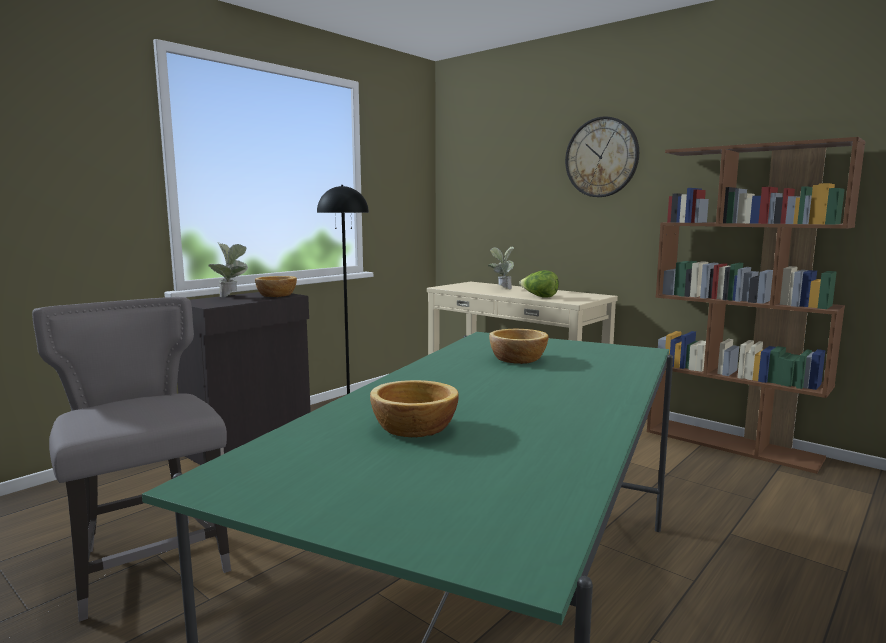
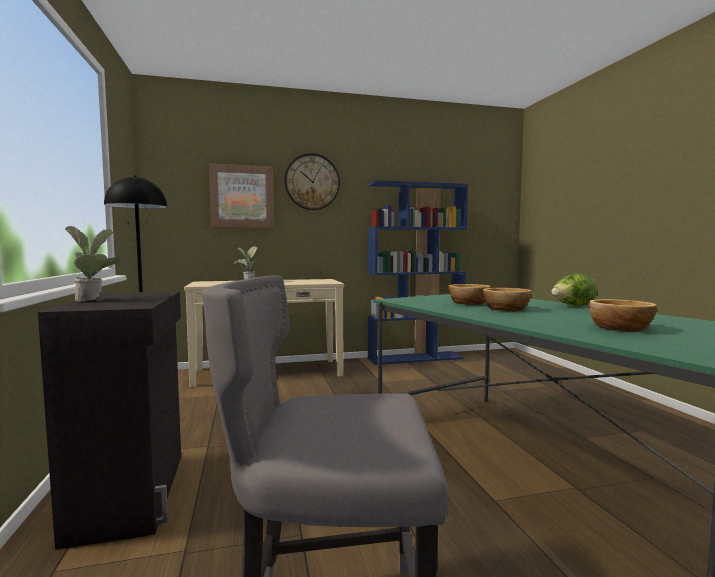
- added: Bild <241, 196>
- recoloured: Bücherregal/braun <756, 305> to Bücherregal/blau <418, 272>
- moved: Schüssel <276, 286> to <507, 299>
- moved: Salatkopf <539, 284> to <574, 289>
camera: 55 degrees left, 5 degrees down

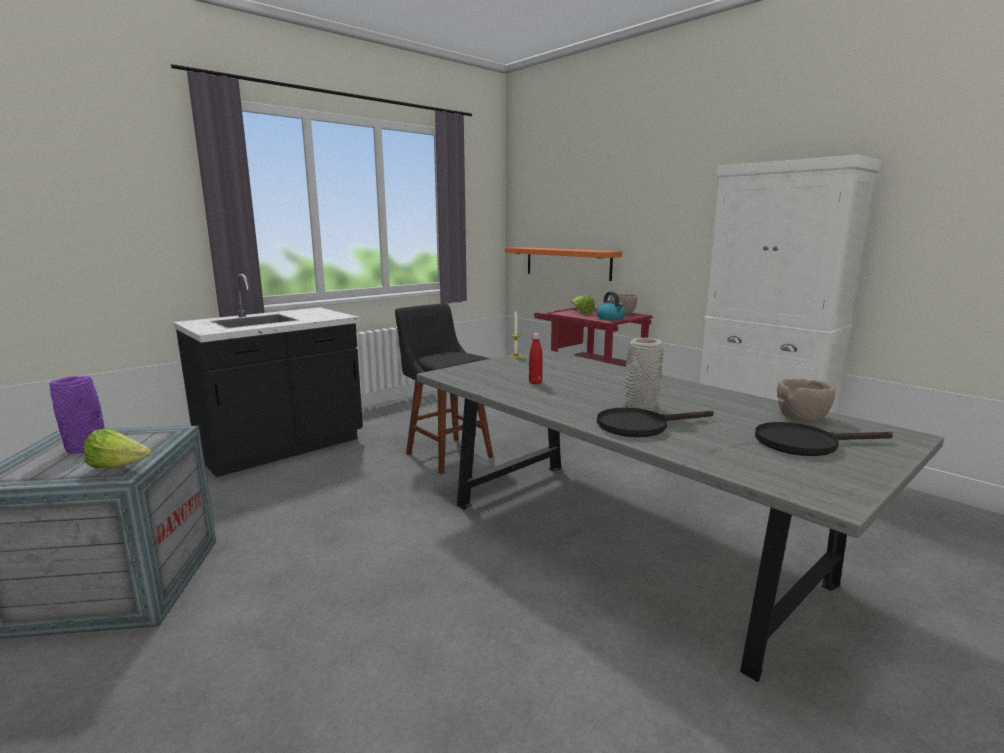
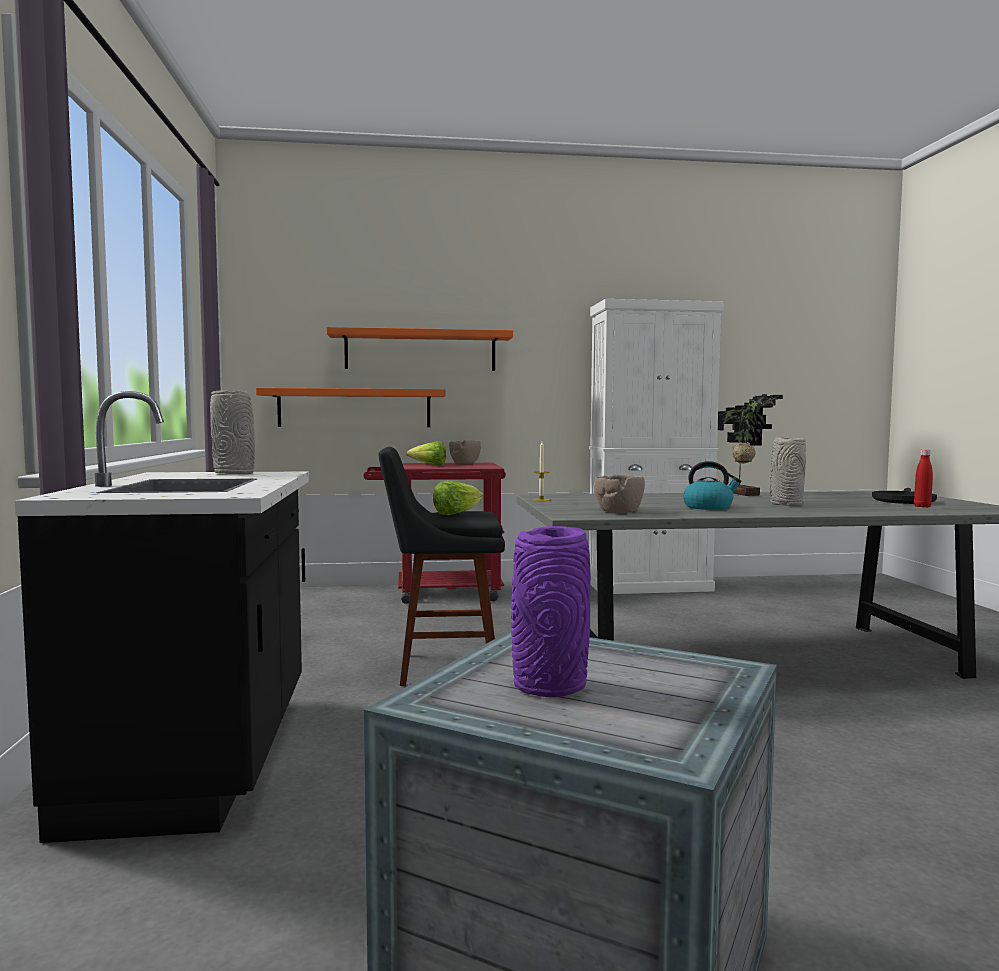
- added: Vase/grau <232, 432>
- added: Wandregal/orange <419, 349>
- moved: Salatkopf <117, 448> to <458, 497>
- moved: Schüssel/braun <806, 400> to <619, 494>
- moved: Wasserkessel <610, 306> to <712, 485>
- added: Topfpflanze <750, 445>
- moved: Flasche/rot <536, 358> to <923, 478>
- removed: Pfanne/schwarz <655, 422>
camera: 55 degrees left, 10 degrees down

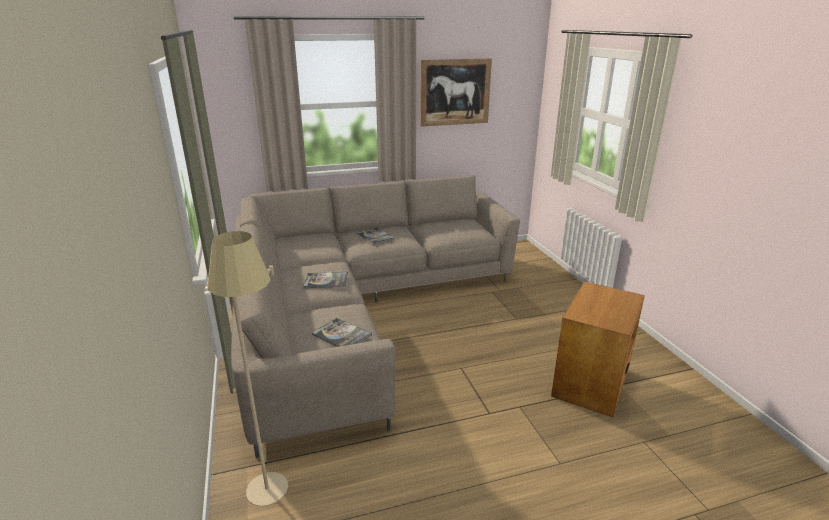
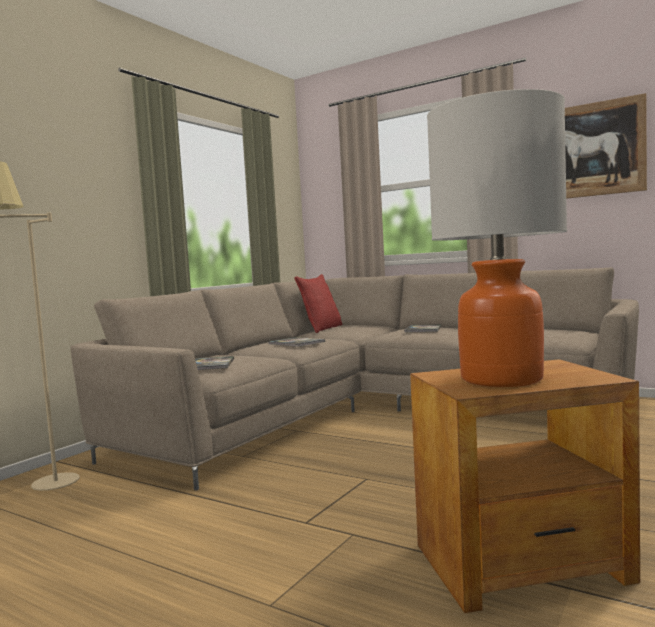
- added: Kissen/rot <318, 303>
- added: Tischlampe <497, 238>
camera: 50 degrees right, 20 degrees down

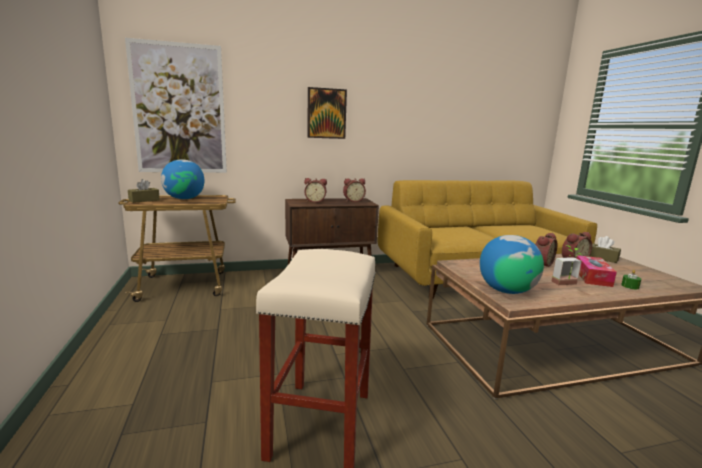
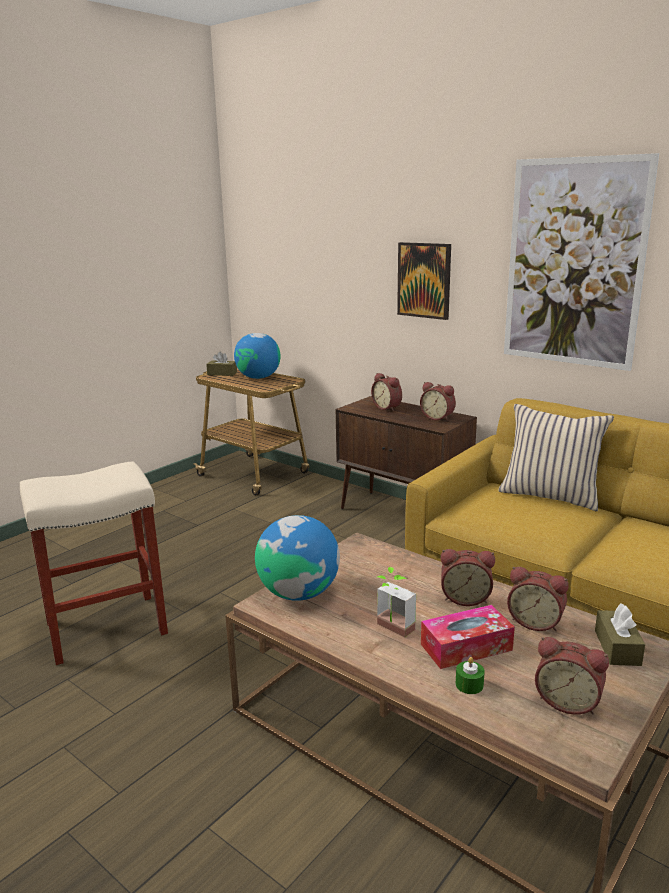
- added: Kissen/beige <556, 457>
- moved: Bild <176, 105> to <581, 262>
- added: Wecker <572, 675>
camera: 55 degrees right, 5 degrees up

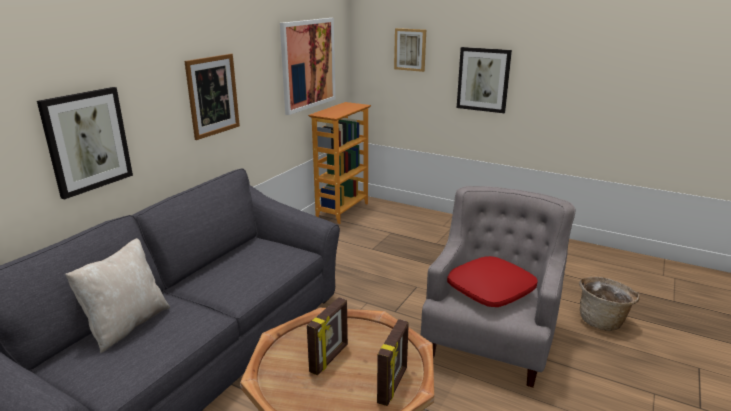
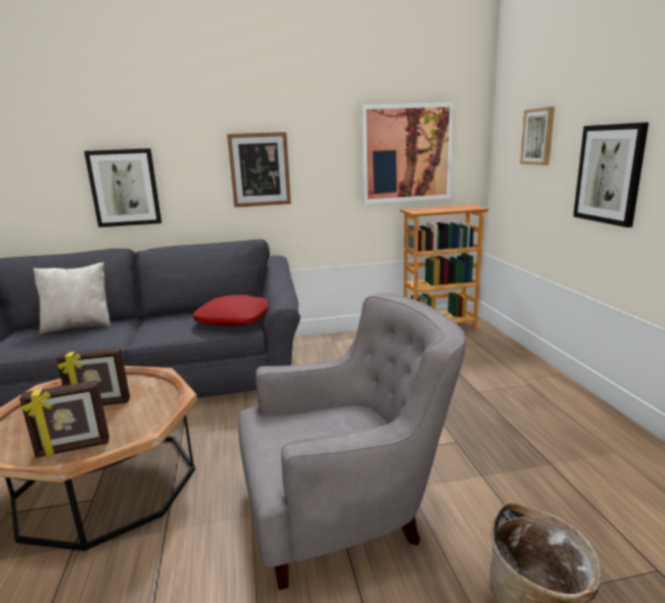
- moved: Kissen/rot <492, 281> to <230, 310>
camera: 50 degrees right, 5 degrees down

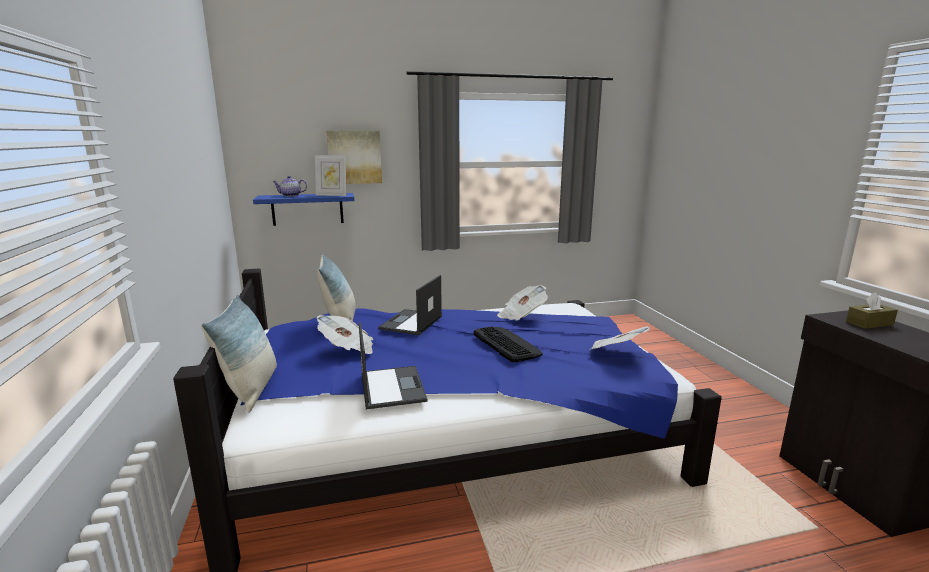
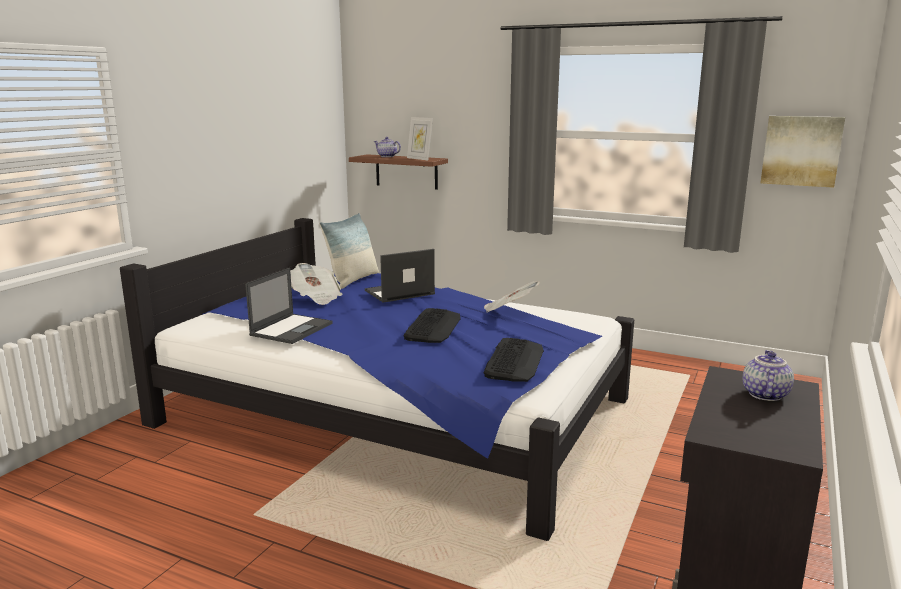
- recoloured: Wandregal/blau <303, 209> to Wandregal/braun <398, 172>
- replaced: Zeitung <620, 338> to Tastatur <514, 360>
- replaced: Taschentuchbox/braun <872, 311> to Teekanne <768, 375>
- moved: Bild <354, 157> to <802, 152>
- removed: Kissen <239, 353>
camera: 40 degrees right, 0 degrees up

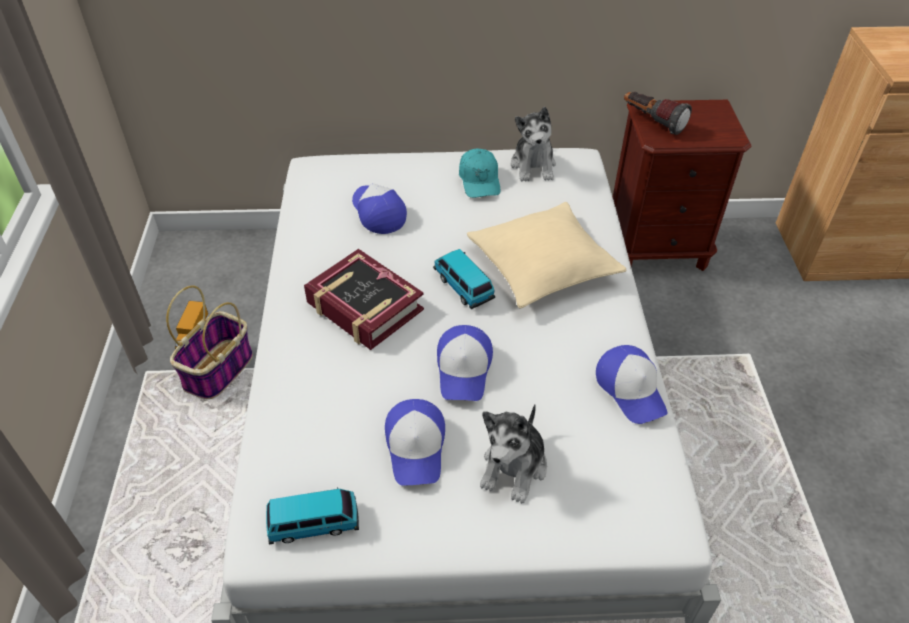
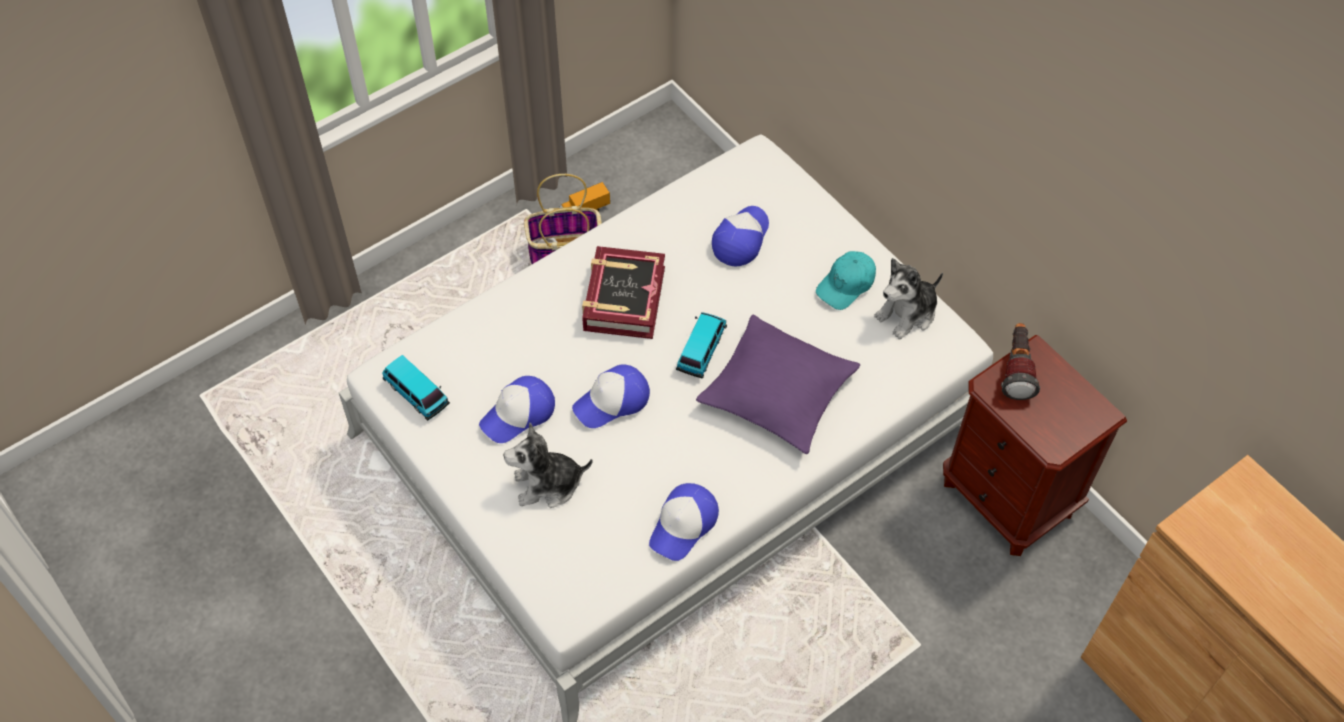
- recoloured: Kissen/beige <546, 255> to Kissen/lila <778, 384>
camera: 55 degrees right, 10 degrees up

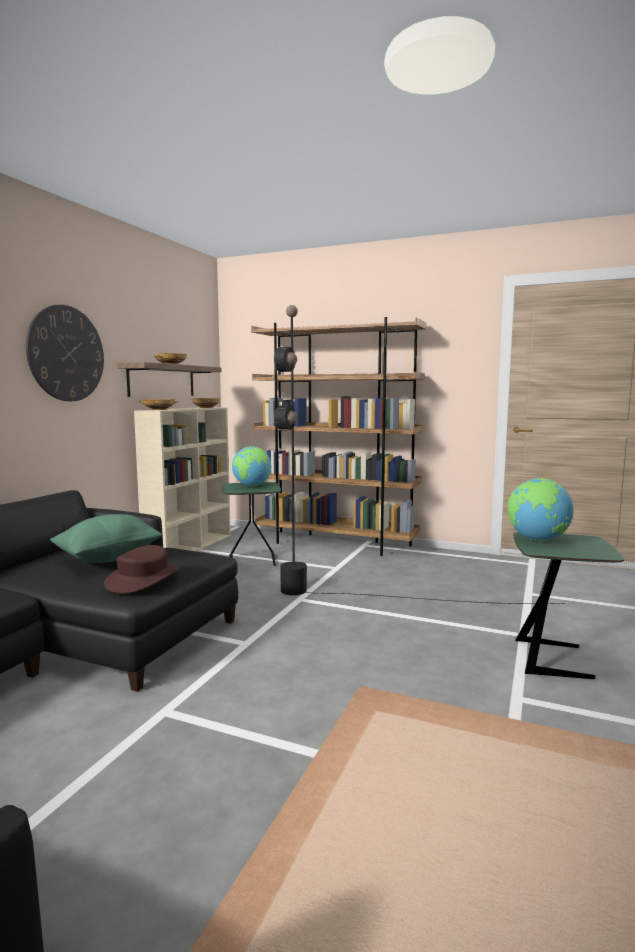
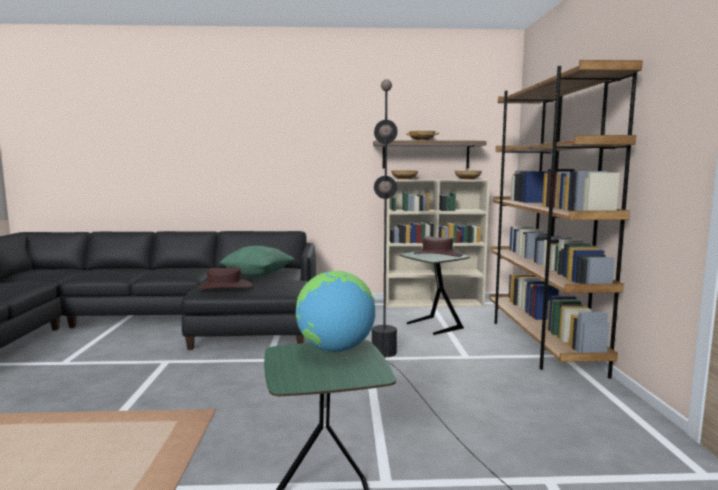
- replaced: Globus <252, 466> to Hut/braun <438, 246>
- removed: Wanduhr <65, 353>
camera: 65 degrees right, 0 degrees up

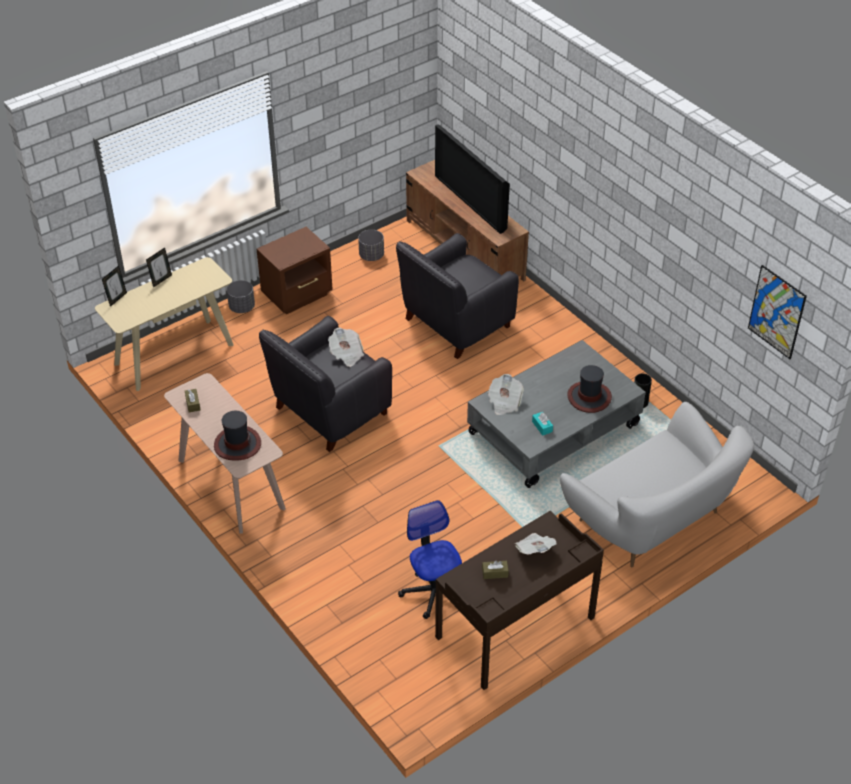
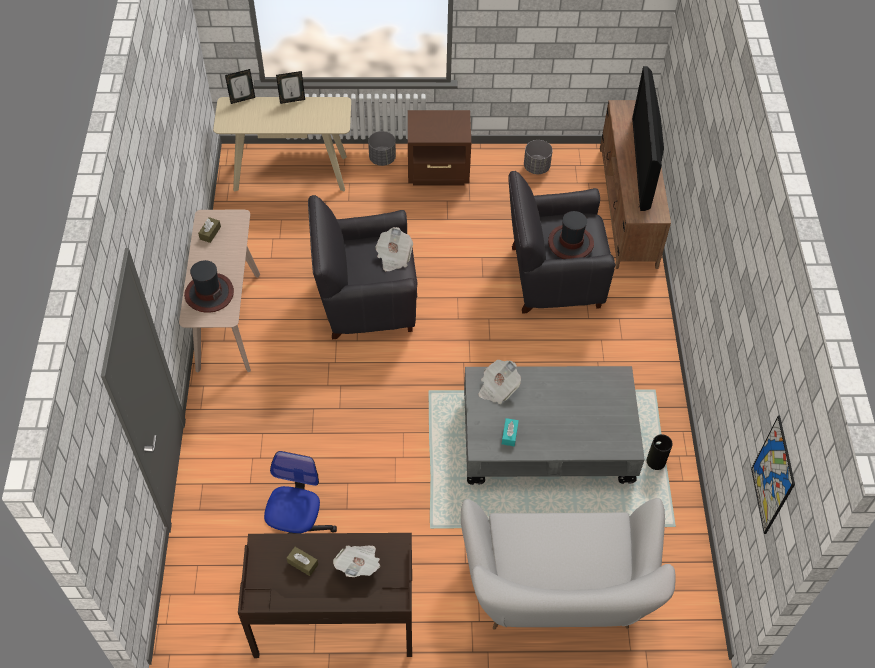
- moved: Hut <589, 389> to <571, 235>
camera: 35 degrees right, 10 degrees up

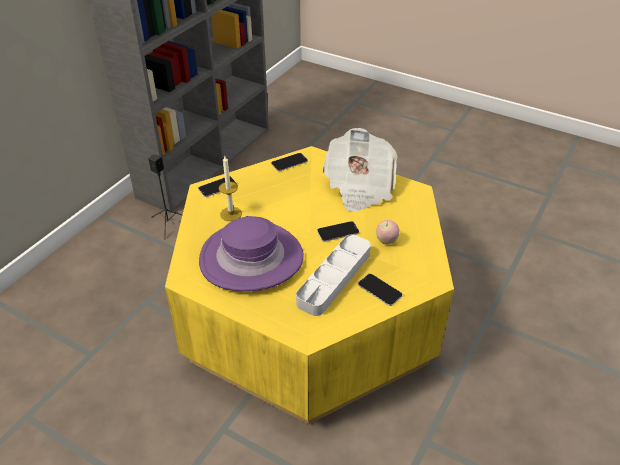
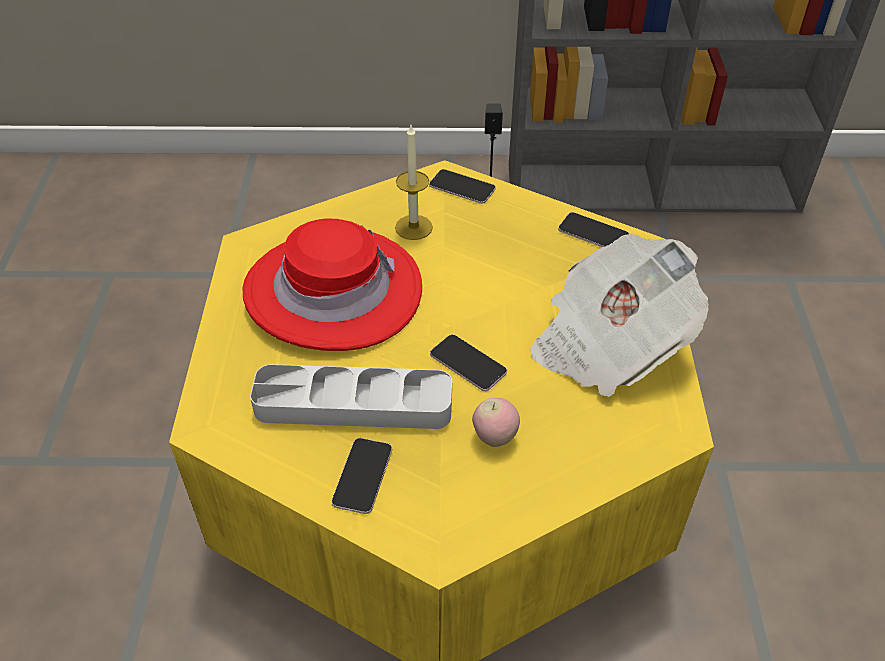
- recoloured: Hut/lila <251, 254> to Hut/rot <332, 285>
camera: 60 degrees right, 5 degrees up

